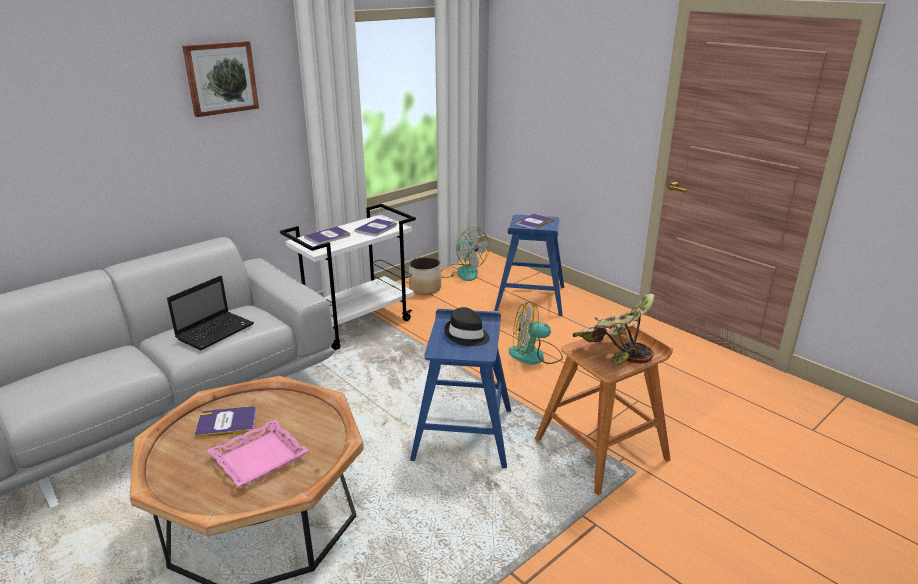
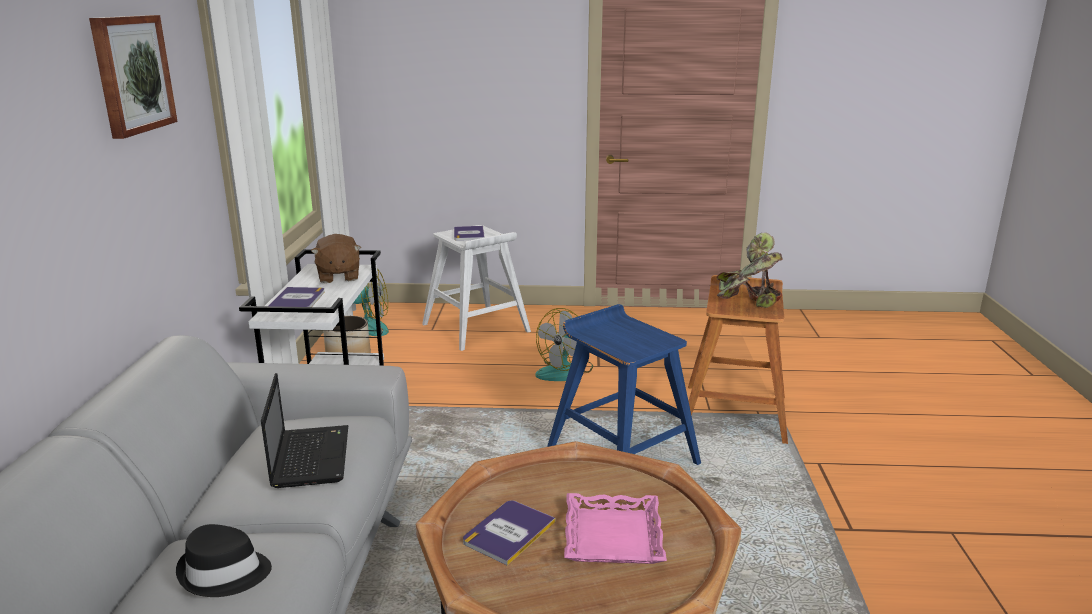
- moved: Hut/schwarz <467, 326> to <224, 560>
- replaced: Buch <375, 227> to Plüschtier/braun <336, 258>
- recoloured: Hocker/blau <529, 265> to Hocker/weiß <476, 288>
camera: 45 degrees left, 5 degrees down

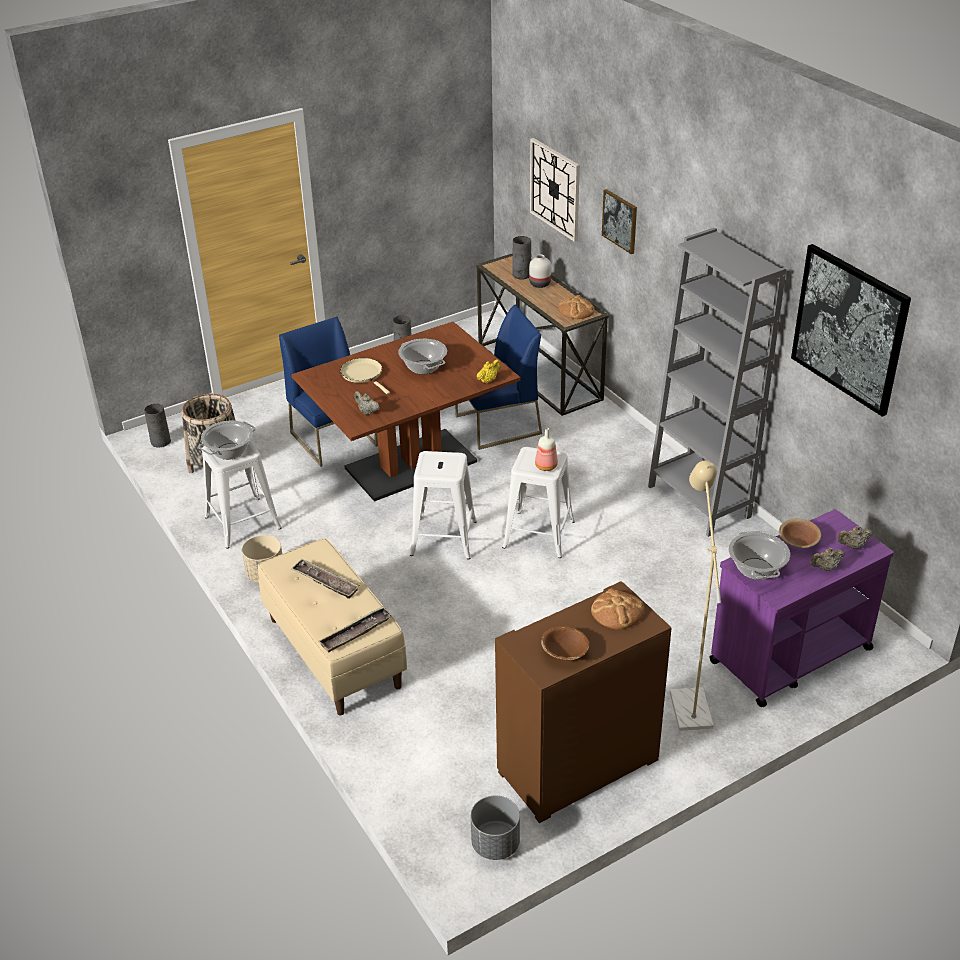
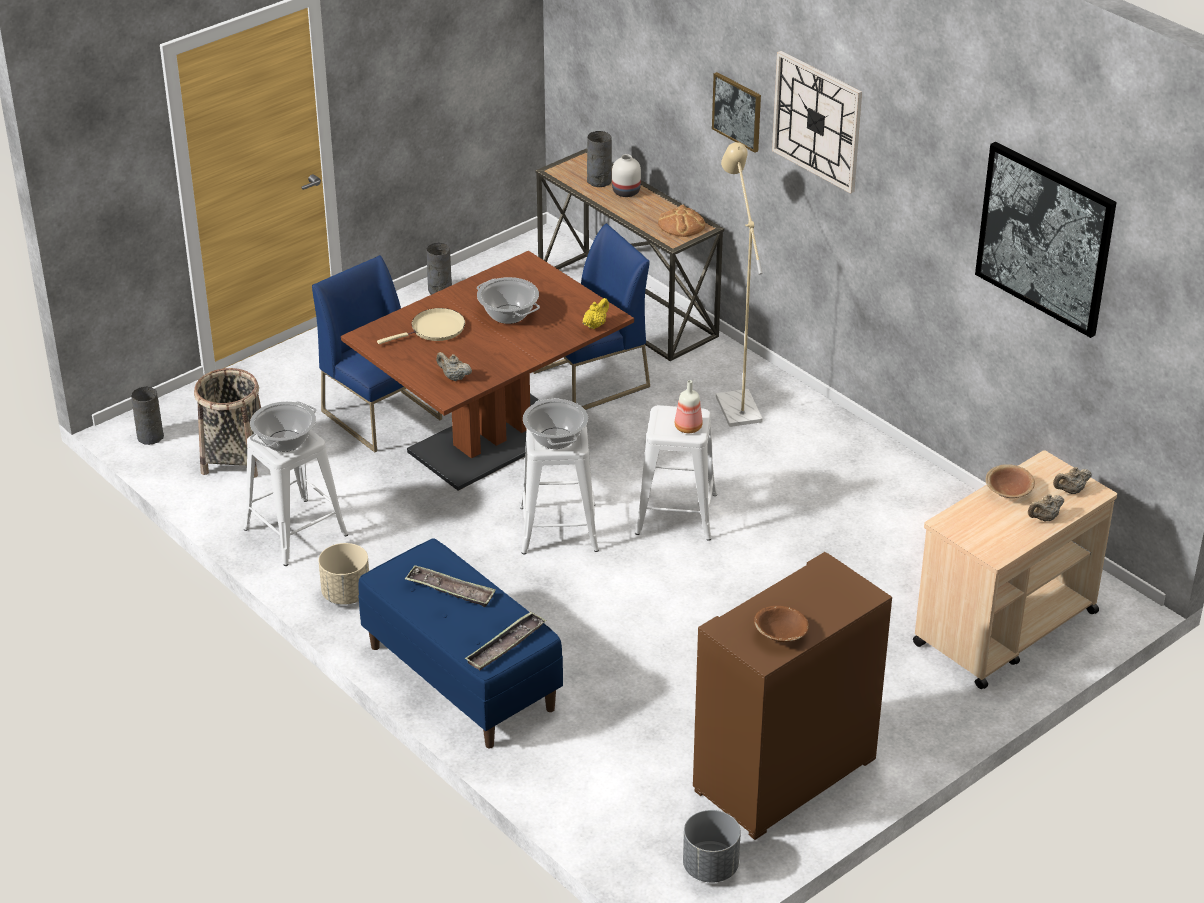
- recoloured: Bank/beige <332, 626> to Bank/blau <460, 643>
- turned: Pfanne/beige <365, 376> = <421, 326> 105 degrees clockwise
- moved: Kochtopf <759, 555> to <555, 423>
- moved: Stehlampe/beige <695, 595> to <739, 284>
- moved: Wanduhr <555, 190> to <817, 122>
- recoloured: Rollwagen/lila <801, 608> to Rollwagen/beige <1015, 569>
- removed: Brot <617, 609>
- removed: Bücherregal/grau <717, 382>
camera: 10 degrees left, 0 degrees up

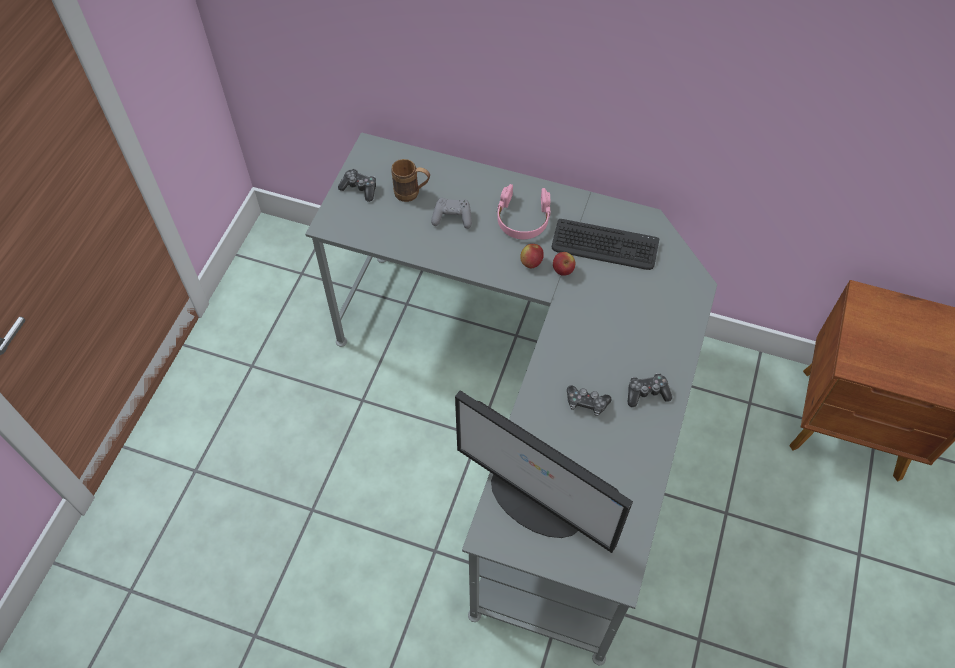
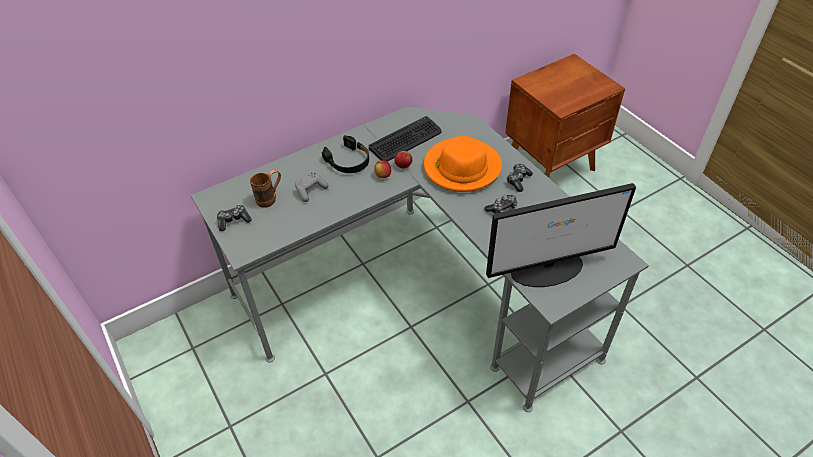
- recoloured: Kopfhörer/rosa <524, 211> to Kopfhörer/schwarz <345, 154>
- added: Hut/orange <463, 163>
camera: 50 degrees left, 10 degrees down

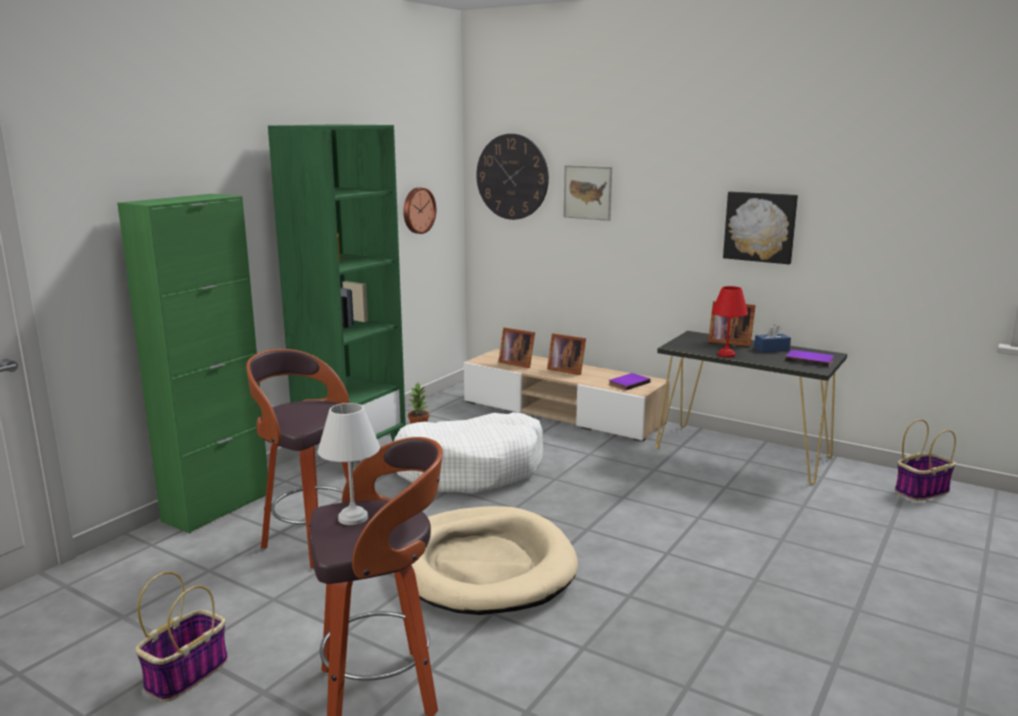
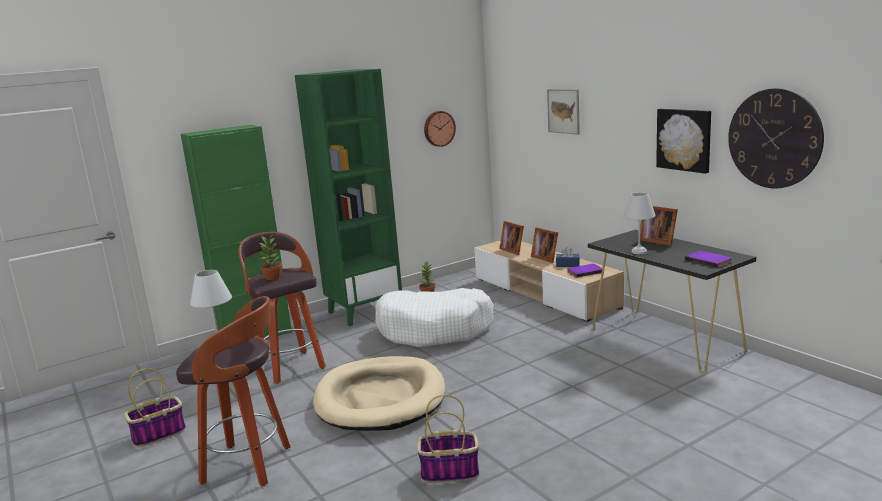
- added: Topfpflanze <270, 257>
- moved: Korb <925, 460> to <448, 438>
- moved: Taschentuchbox/blau <772, 338> to <568, 257>
- recoloured: Tischlampe/rot <730, 321> to Tischlampe/weiß <640, 223>
- moved: Wanduhr <512, 177> to <776, 138>
camera: 25 degrees right, 0 degrees up

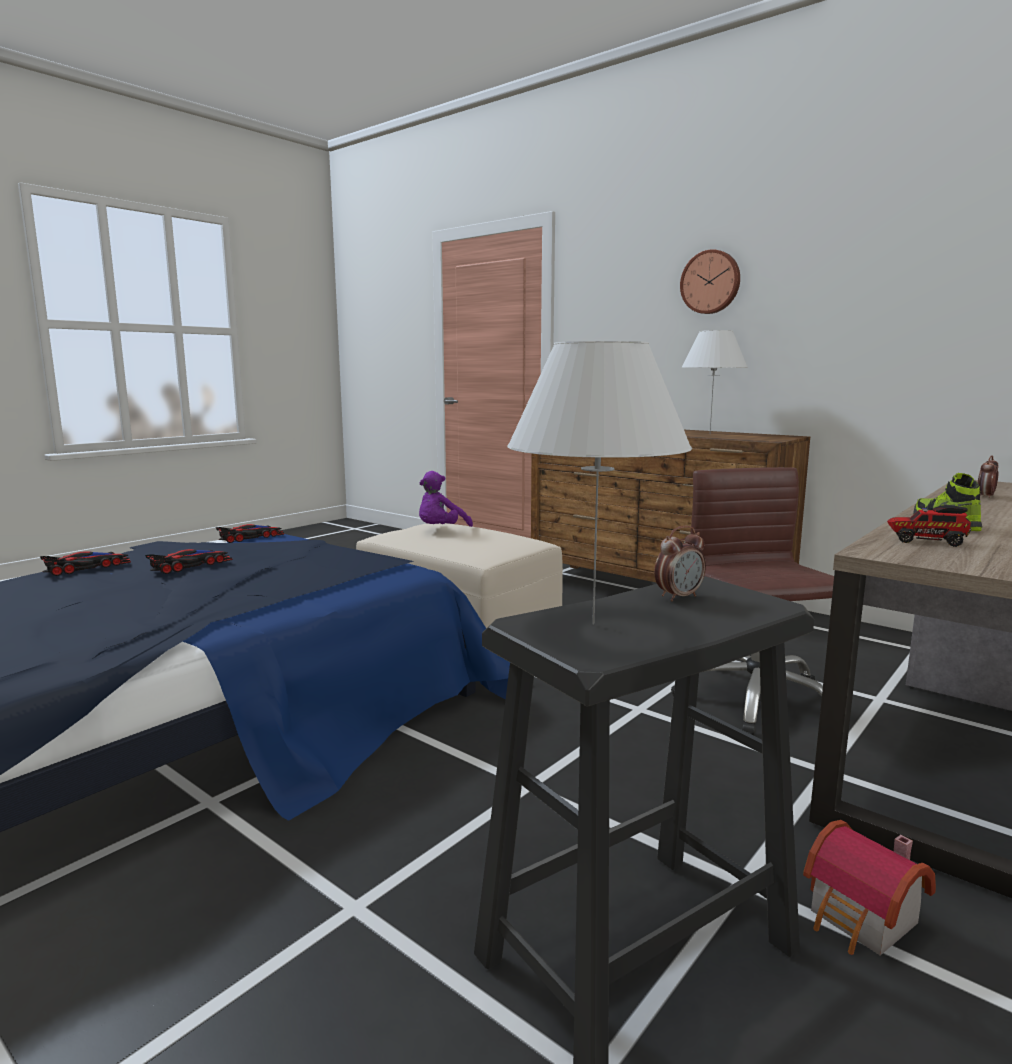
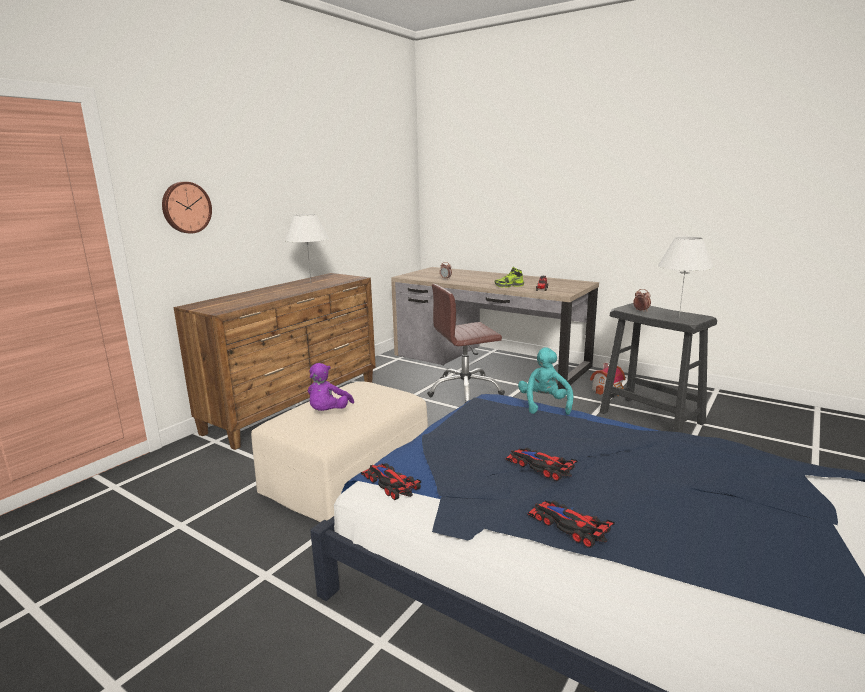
- moved: Wanduhr <710, 281> to <187, 208>
- turned: Plüschtier/lila <446, 499> = <331, 387> 75 degrees clockwise
- added: Plüschtier/türkis <545, 381>
camera: 95 degrees left, 5 degrees up

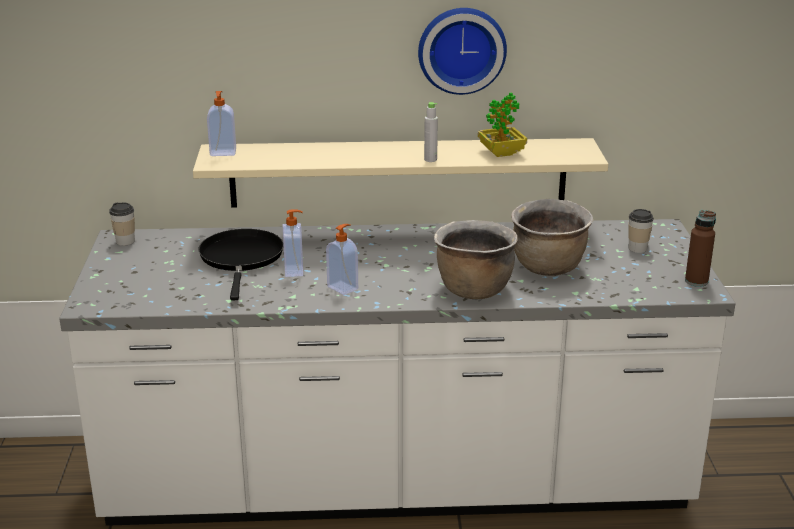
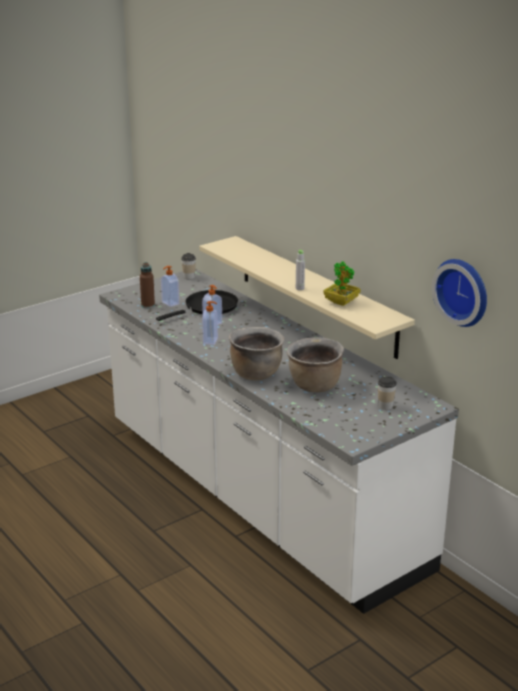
- moved: Flasche/braun <700, 248> to <147, 285>
- moved: Seifenspender <221, 123> to <170, 286>
- moved: Wanduhr <462, 51> to <459, 293>
camera: 55 degrees right, 0 degrees up

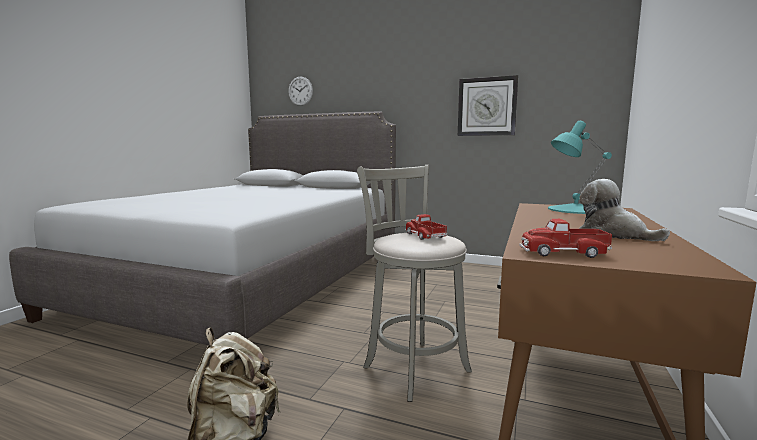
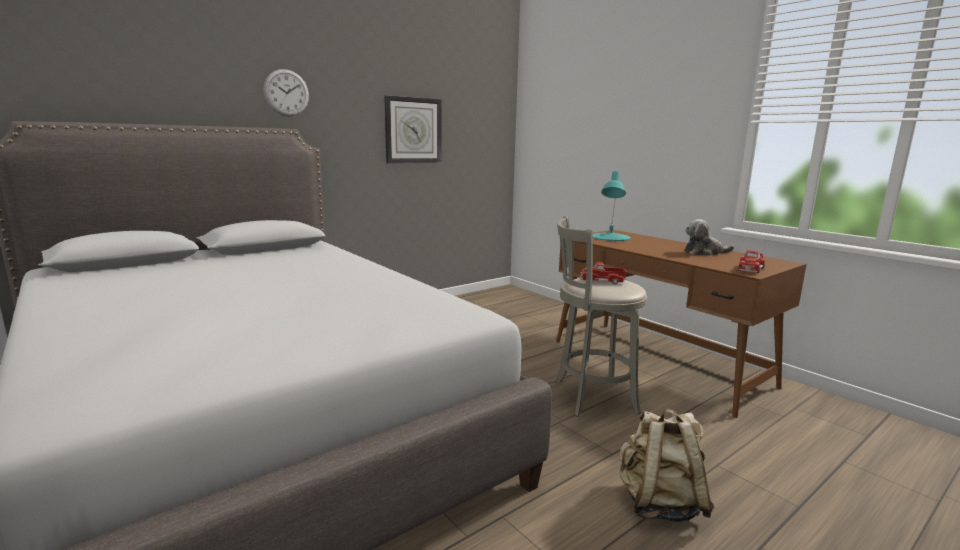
- moved: Wanduhr <300, 91> to <286, 92>
camera: 60 degrees left, 5 degrees up

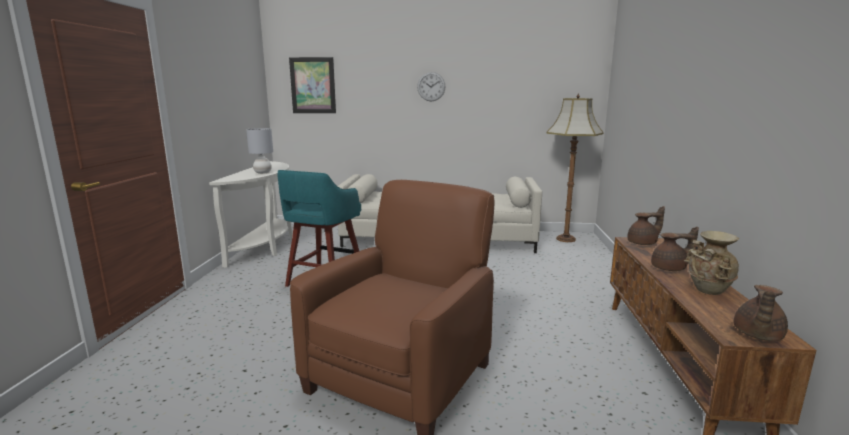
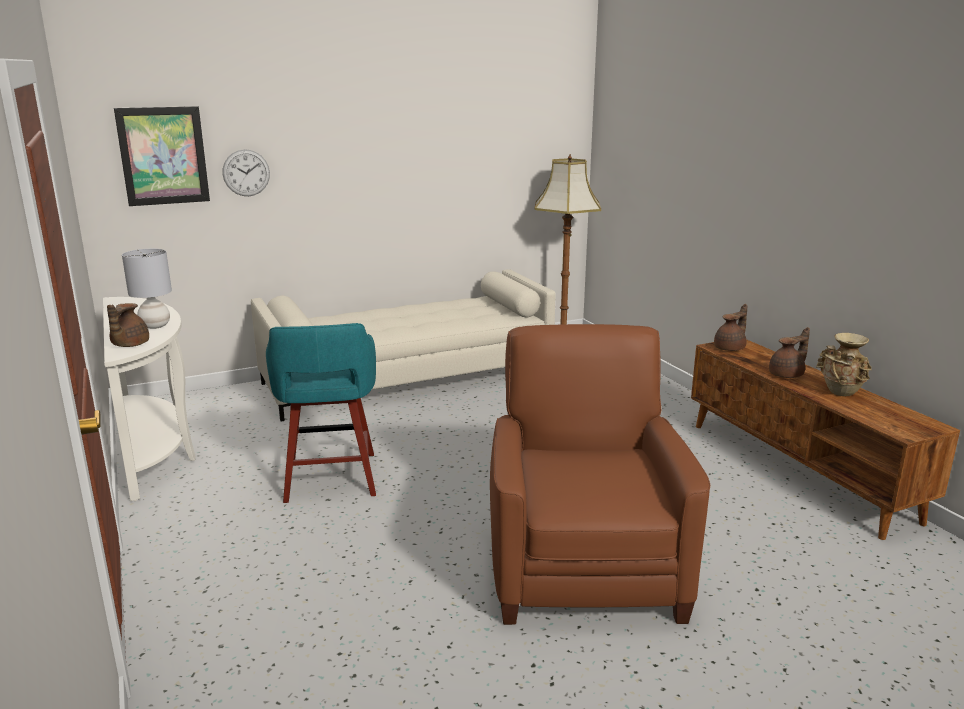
- moved: Teekanne/braun <761, 313> to <128, 325>
- moved: Wanduhr <431, 86> to <246, 172>
camera: 30 degrees left, 5 degrees up

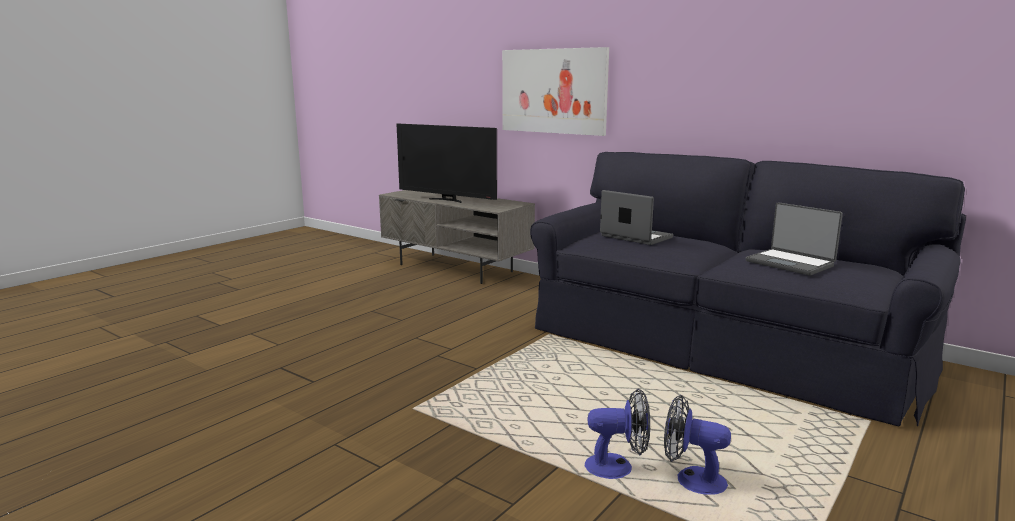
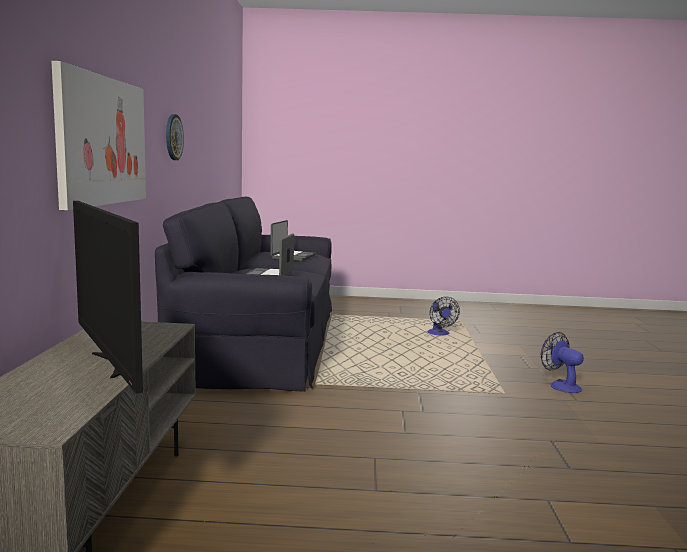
- turned: Fernseher <447, 163> = <108, 297> 150 degrees clockwise
- added: Wanduhr <175, 137>
- moved: Ventilator <617, 433> to <562, 362>
camera: 125 degrees left, 5 degrees down

